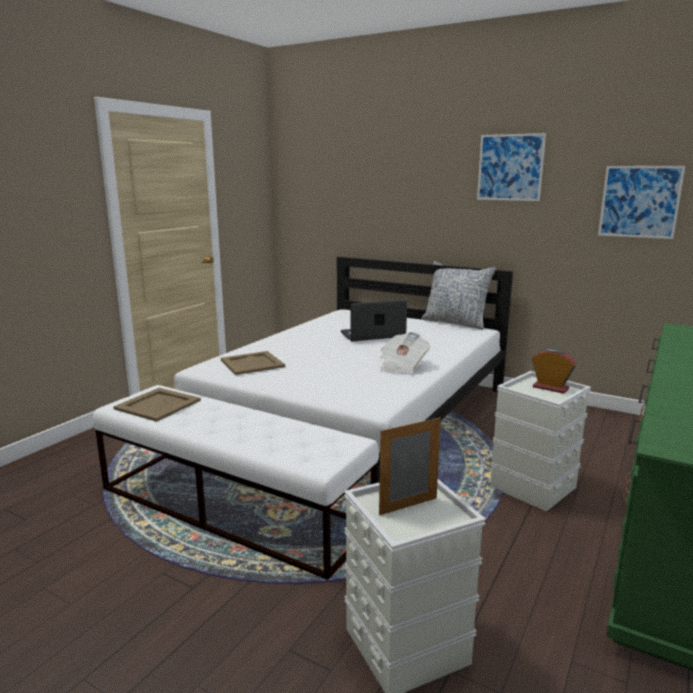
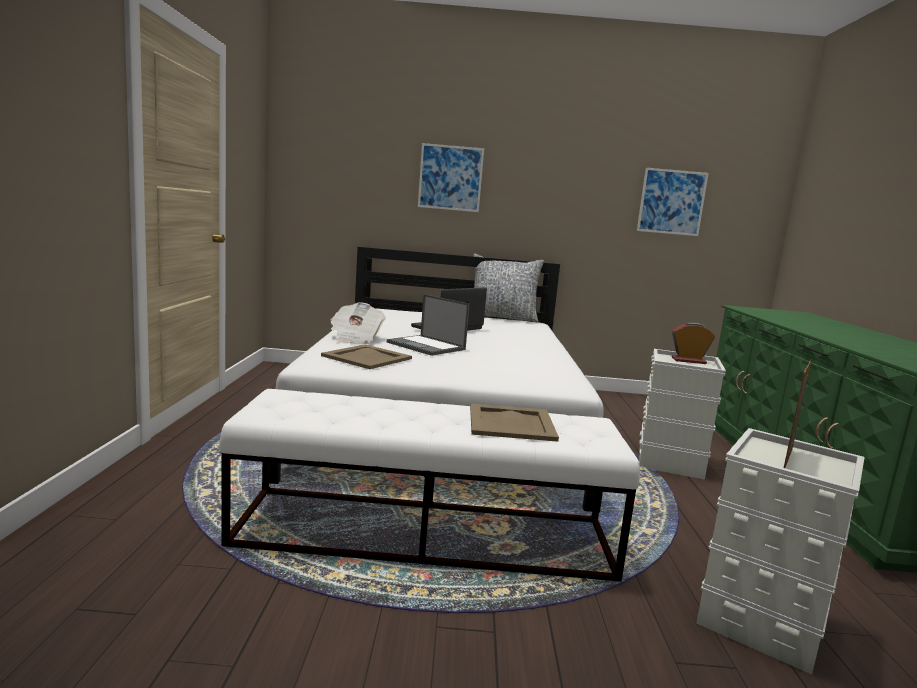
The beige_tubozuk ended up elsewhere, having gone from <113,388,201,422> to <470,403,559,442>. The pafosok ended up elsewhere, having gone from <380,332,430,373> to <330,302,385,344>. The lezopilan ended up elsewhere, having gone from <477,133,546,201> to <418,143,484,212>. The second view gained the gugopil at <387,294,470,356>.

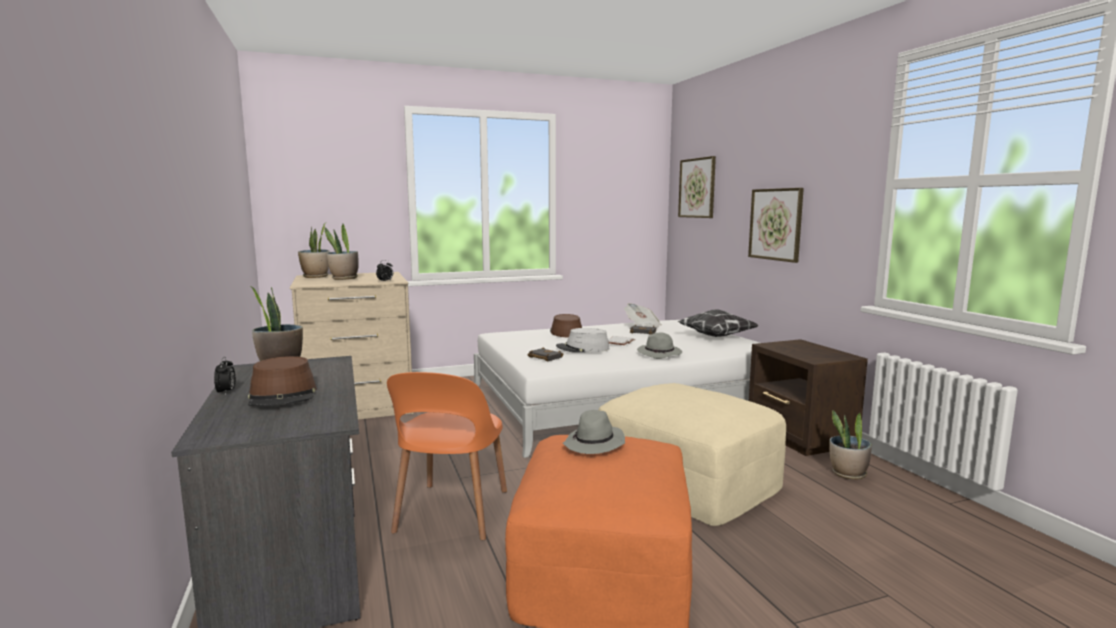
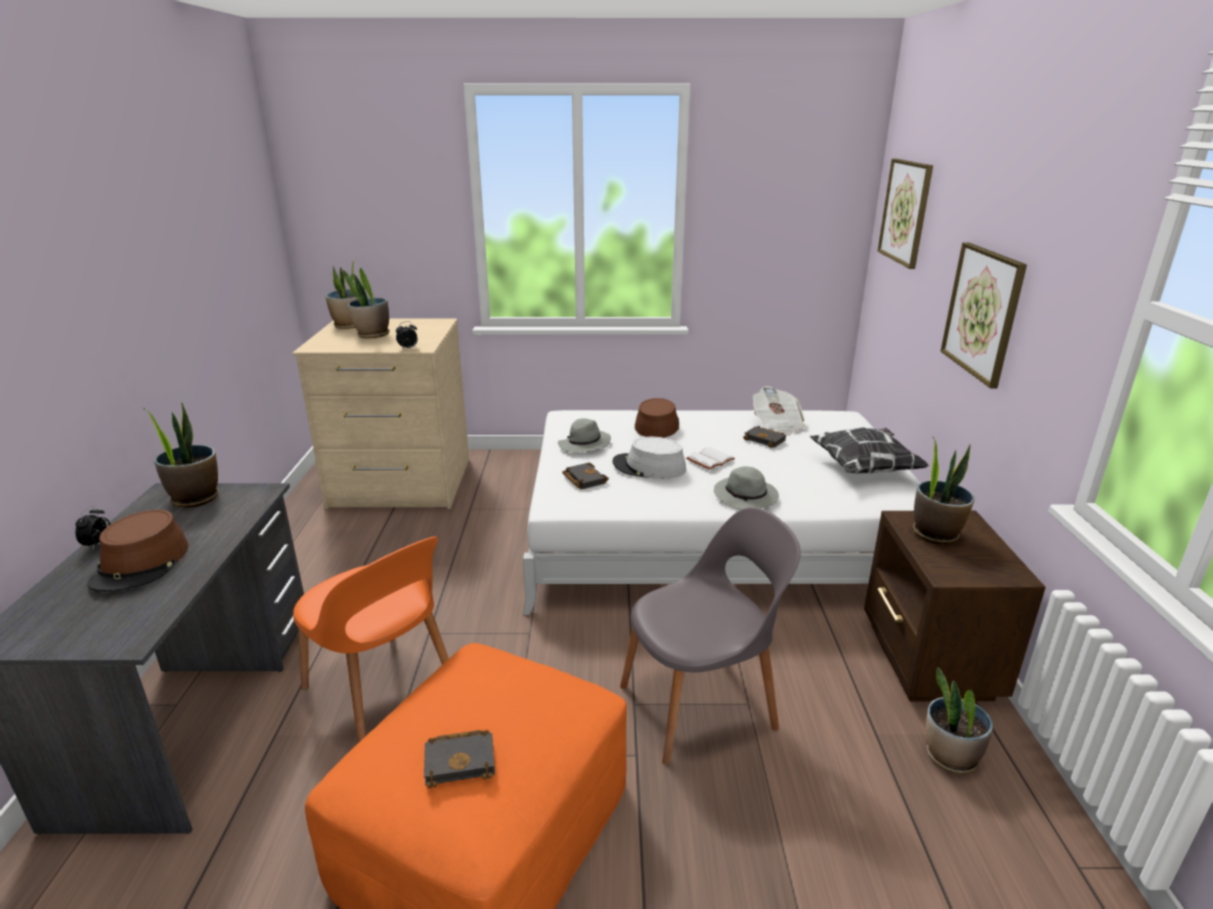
The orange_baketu at <387,372,507,540> ended up facing another way, 75 degrees counterclockwise from before. The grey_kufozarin ended up elsewhere, having gone from <563,410,626,454> to <558,418,611,453>. Where the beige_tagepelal stood at <598,383,786,526>, the grey_baketu came to stand at <620,507,801,764>. The second view gained the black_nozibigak at <424,730,495,788>. The second view gained the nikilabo at <913,437,975,544>.

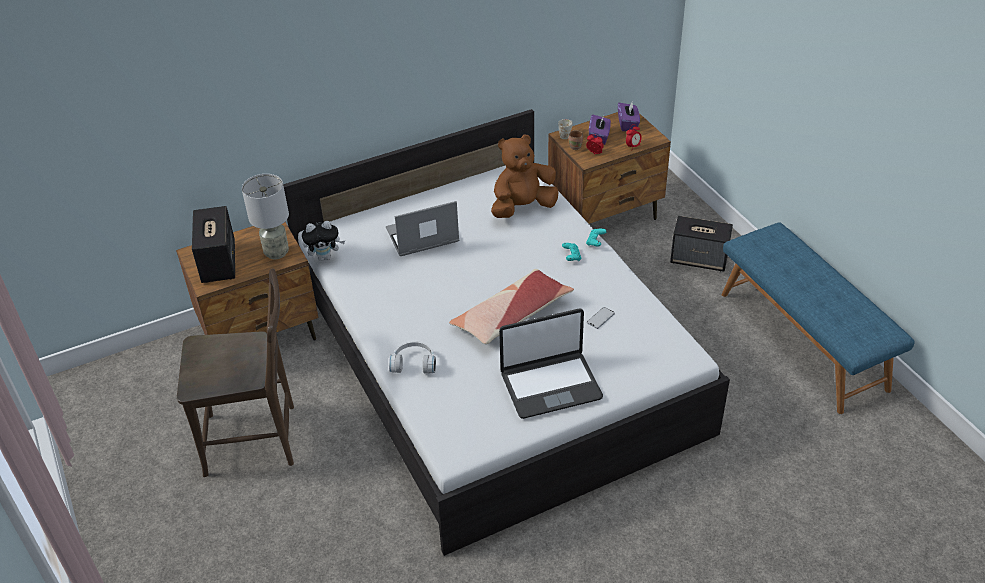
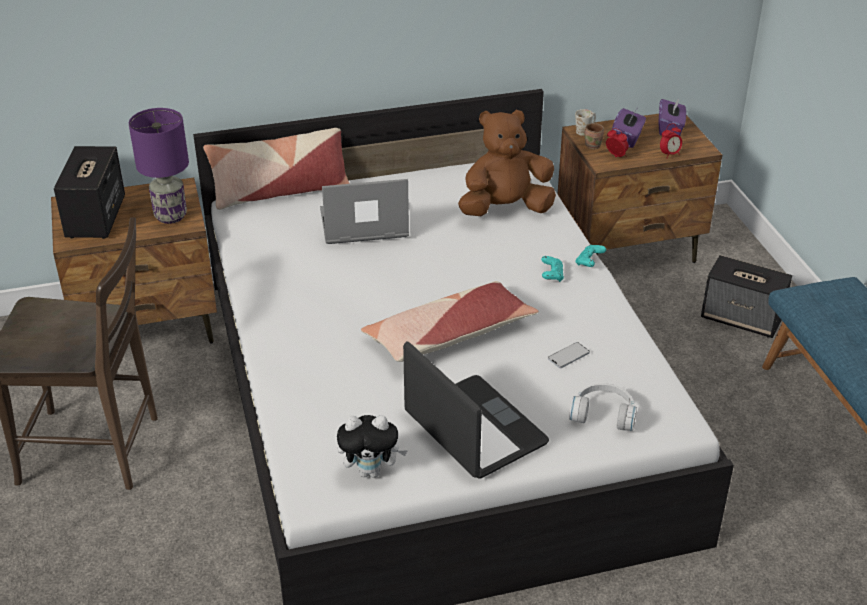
What was the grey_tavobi at <242,174,289,259> turned into the purple_tavobi at <129,108,189,224>. The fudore ended up elsewhere, having gone from <302,221,345,261> to <337,415,408,478>. The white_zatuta ended up elsewhere, having gone from <389,341,436,374> to <569,383,637,431>. The gugopil at <499,309,603,419> ended up facing another way, 120 degrees counterclockwise from before. The second view gained the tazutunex at <203,128,350,210>.

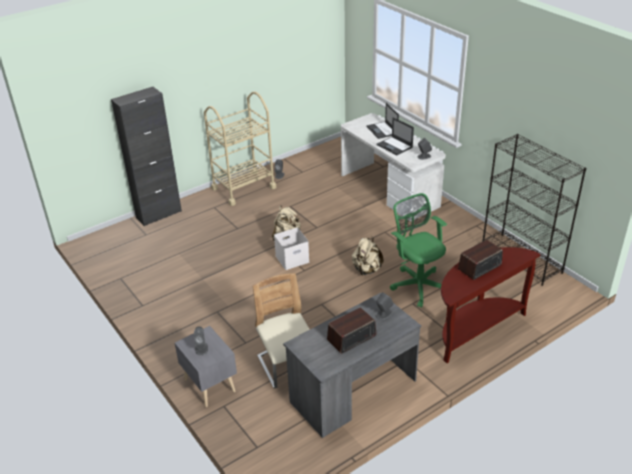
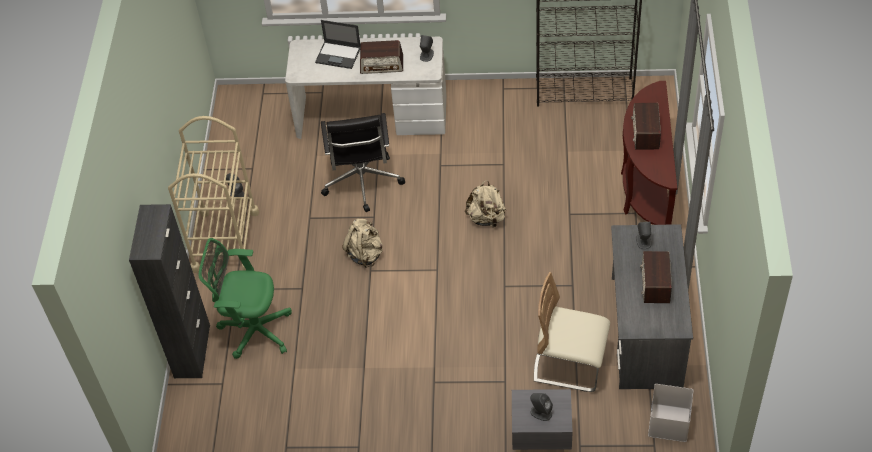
The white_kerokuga ended up elsewhere, having gone from <274,228,309,270> to <648,384,693,442>. Where the gugopil stood at <377,117,414,155>, the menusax came to stand at <360,40,403,74>. The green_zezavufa ended up elsewhere, having gone from <390,193,447,308> to <198,238,292,359>. The second view gained the black_zezavufa at <321,113,405,212>.

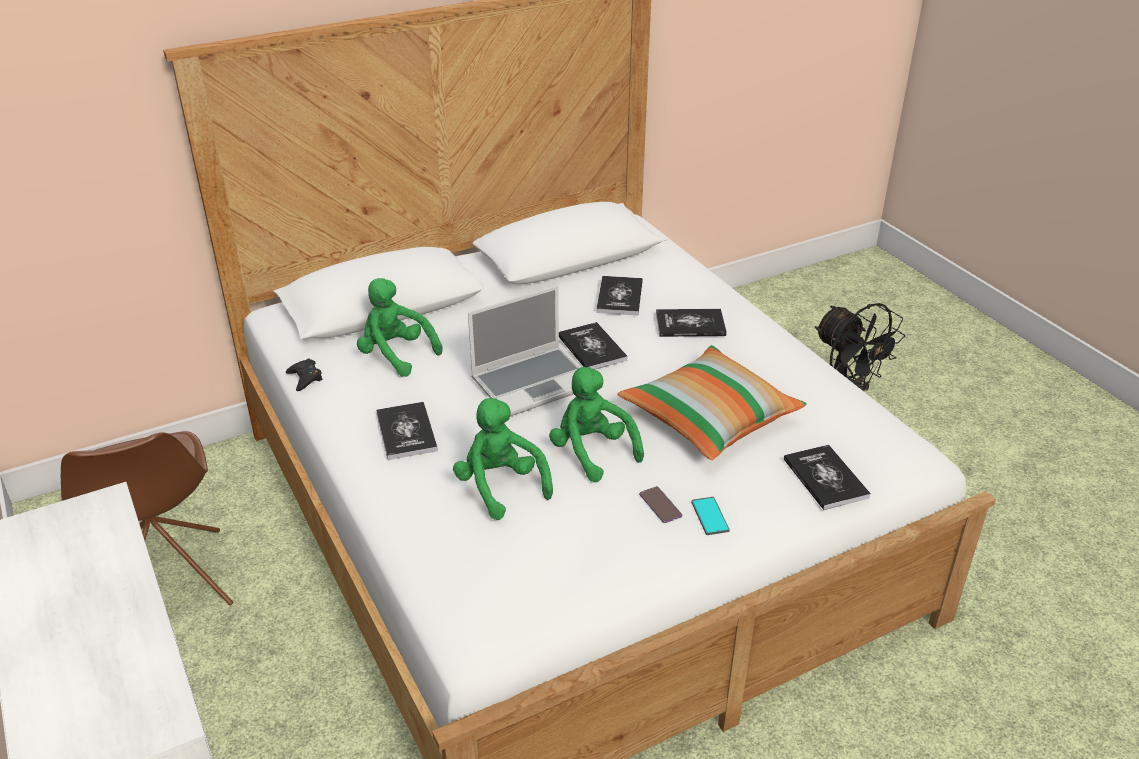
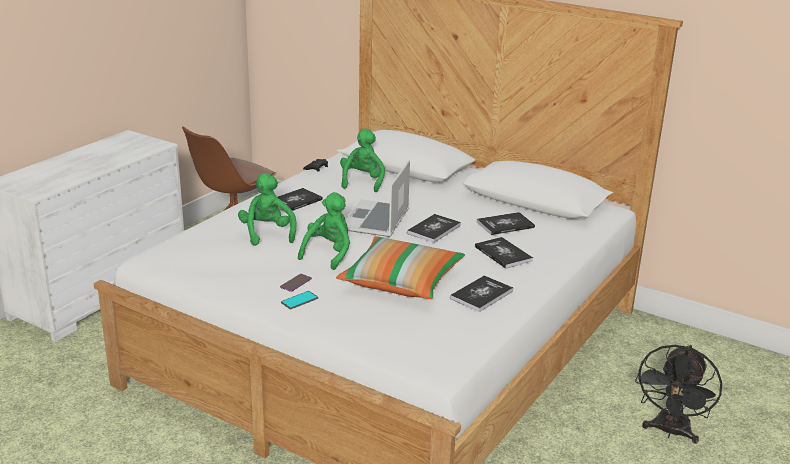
The green_fudore at <453,398,553,520> ended up facing another way, 45 degrees counterclockwise from before. The gugopil at <468,286,580,417> ended up facing another way, 75 degrees clockwise from before. The nozibigak ended up elsewhere, having gone from <784,445,871,510> to <450,275,513,312>.

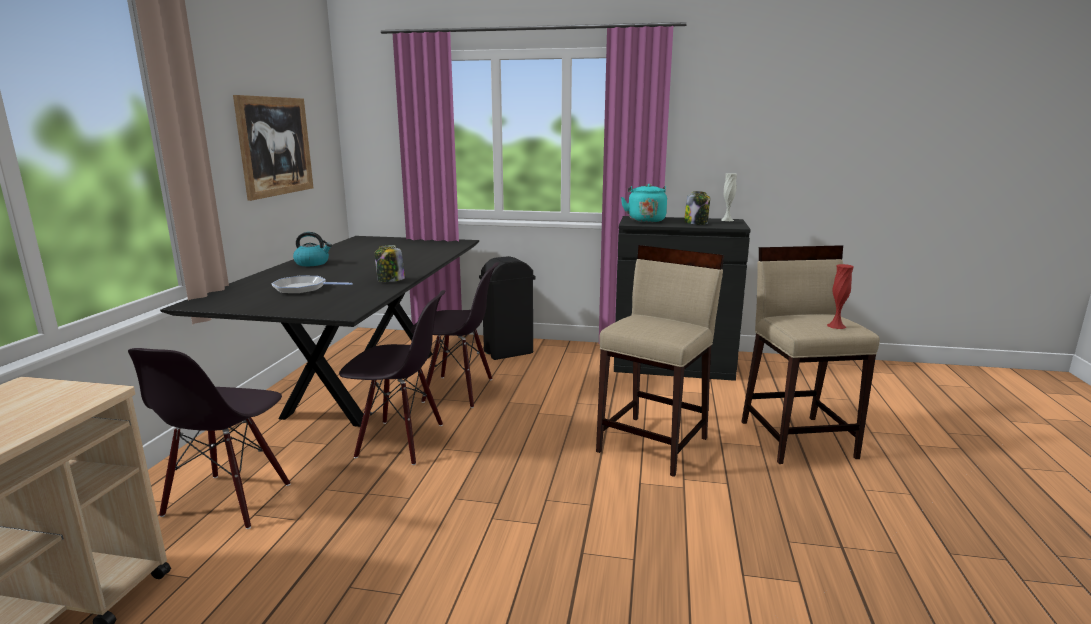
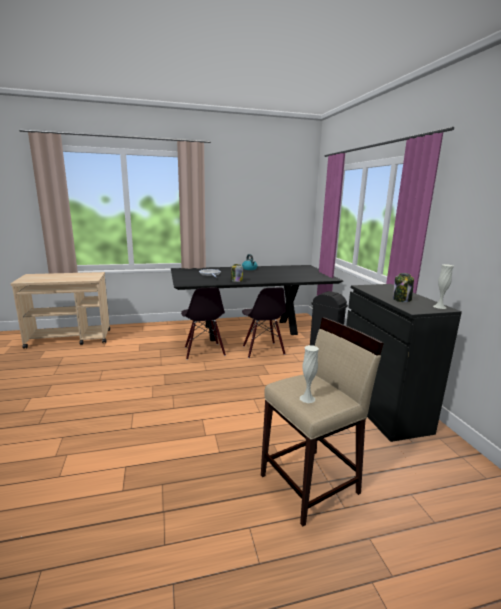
The second view lost the black_baketu at <128,348,290,529>. The second view lost the lezopilan at <233,95,313,201>. The second view lost the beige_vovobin at <596,245,725,477>. The second view lost the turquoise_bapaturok at <621,184,667,223>. What was the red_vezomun at <827,264,854,329> turned into the white_vezomun at <300,345,319,403>.

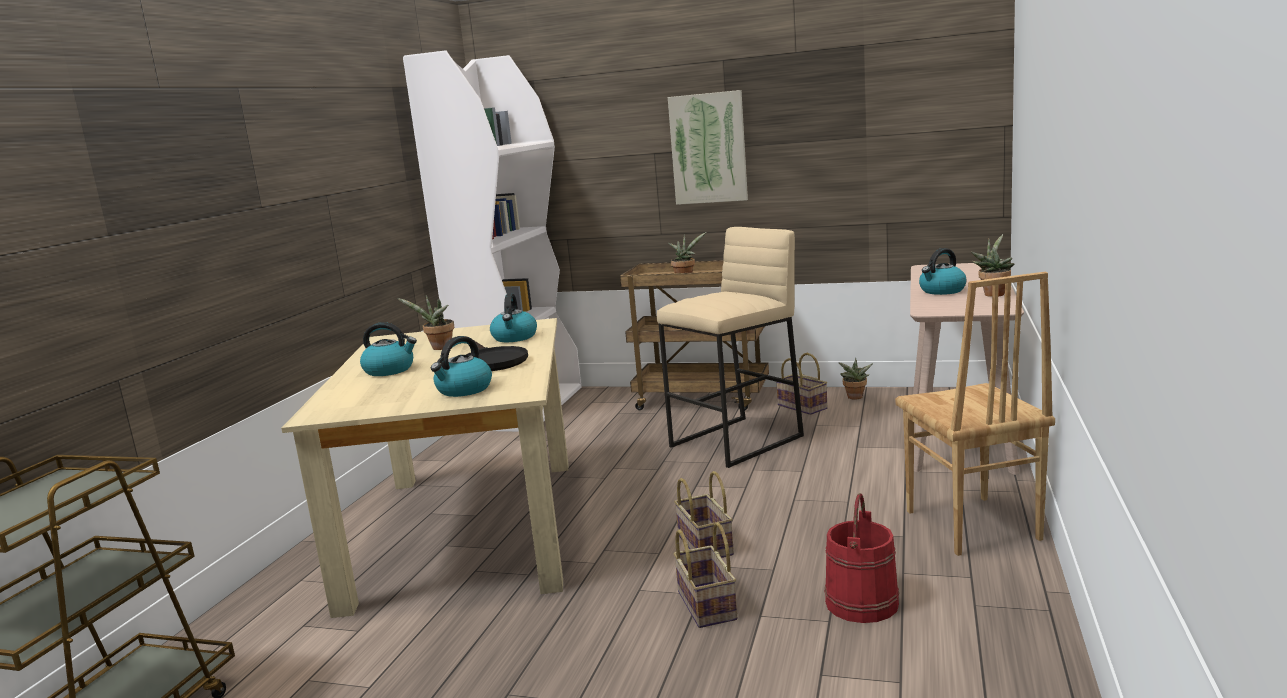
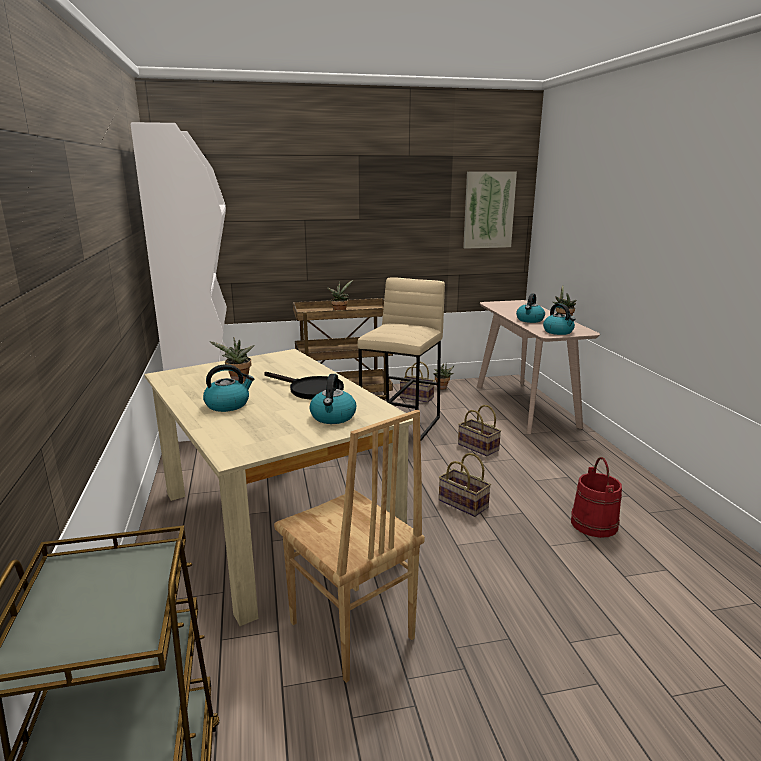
The bapaturok ended up elsewhere, having gone from <490,293,537,342> to <543,303,575,335>. The lezopilan ended up elsewhere, having gone from <668,90,748,205> to <463,172,517,249>. The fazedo ended up elsewhere, having gone from <673,522,738,628> to <458,405,501,456>. The brown_baketu ended up elsewhere, having gone from <895,272,1055,556> to <274,410,425,683>.

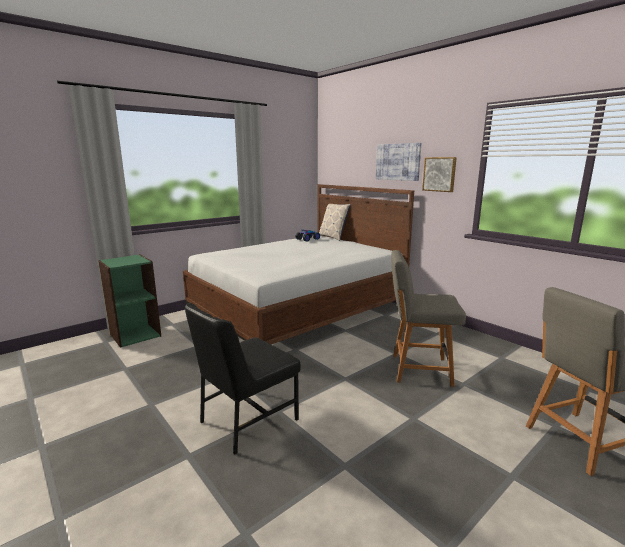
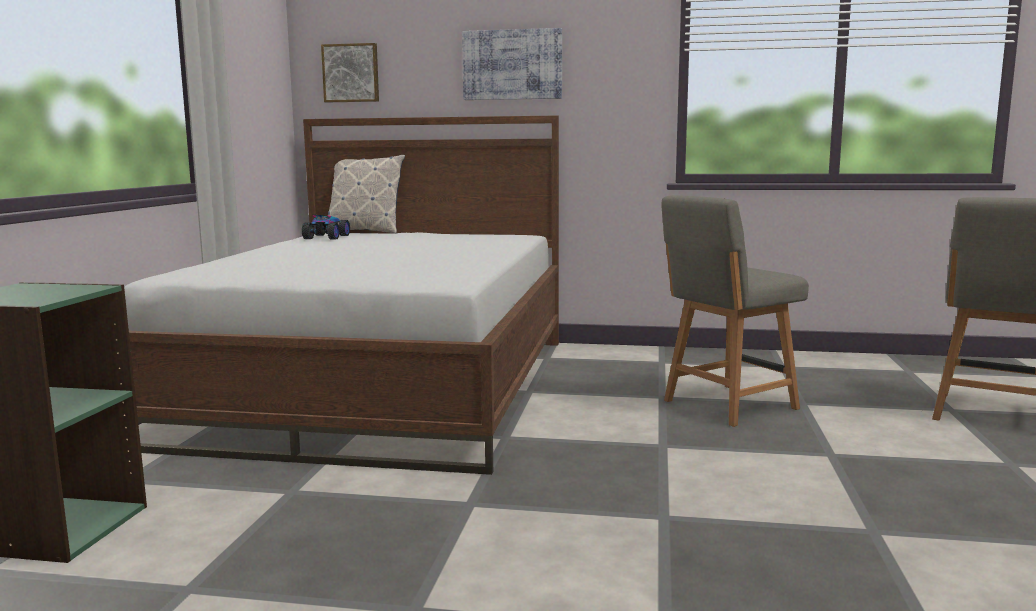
The second view lost the black_baketu at <185,303,301,455>. The lezopilan ended up elsewhere, having gone from <422,157,457,192> to <321,43,379,102>.

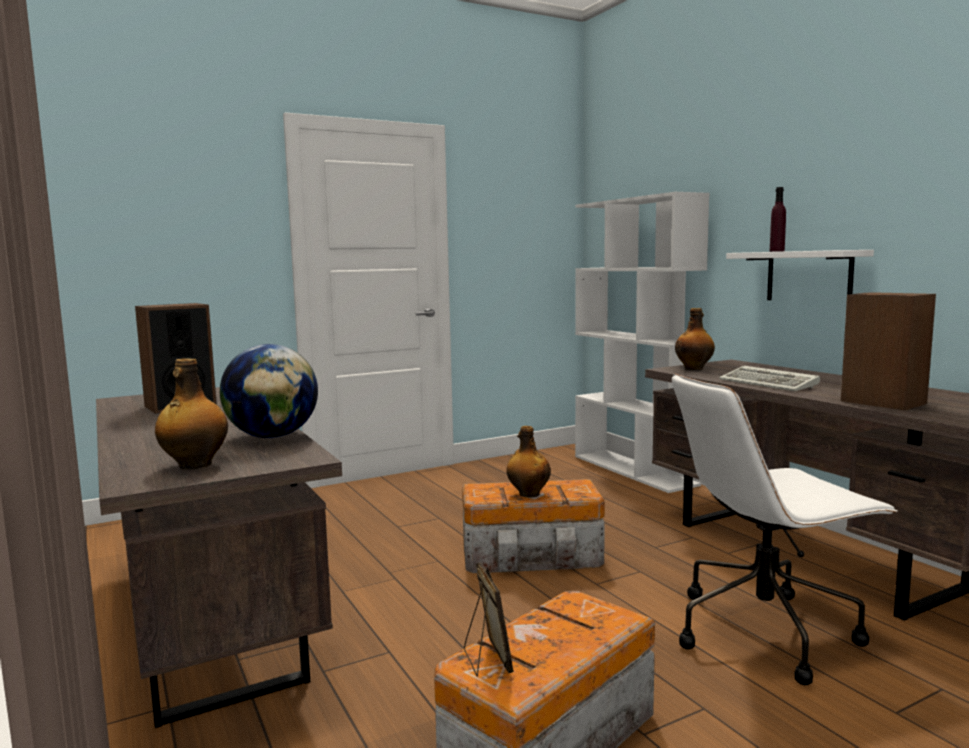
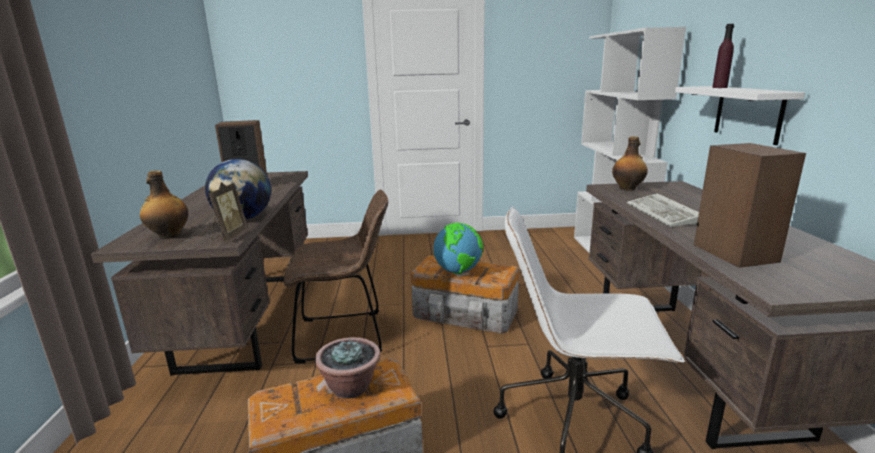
The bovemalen ended up elsewhere, having gone from <464,562,514,676> to <208,182,248,241>. Where the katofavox stood at <506,426,551,498>, the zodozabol came to stand at <433,223,483,274>. The second view gained the brown_baketu at <284,190,388,363>. The second view gained the nikilabo at <315,337,381,398>.

